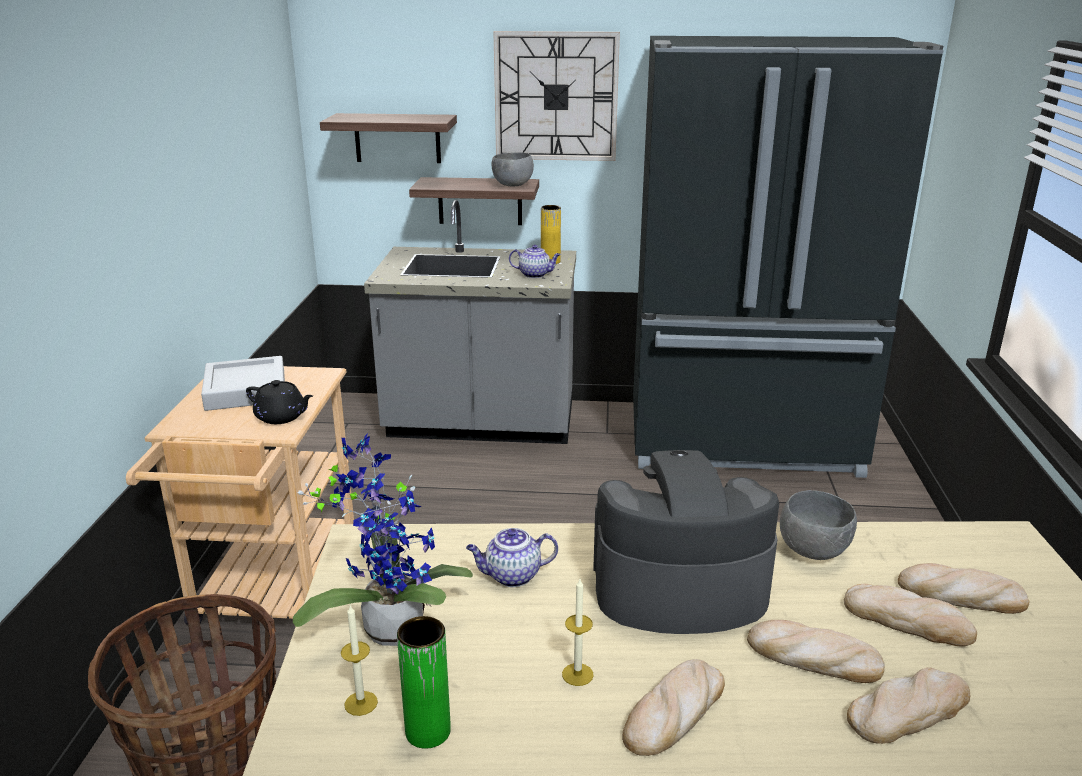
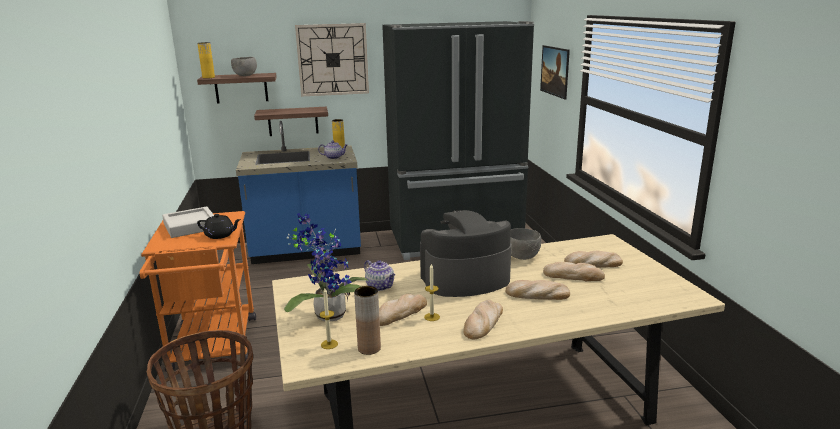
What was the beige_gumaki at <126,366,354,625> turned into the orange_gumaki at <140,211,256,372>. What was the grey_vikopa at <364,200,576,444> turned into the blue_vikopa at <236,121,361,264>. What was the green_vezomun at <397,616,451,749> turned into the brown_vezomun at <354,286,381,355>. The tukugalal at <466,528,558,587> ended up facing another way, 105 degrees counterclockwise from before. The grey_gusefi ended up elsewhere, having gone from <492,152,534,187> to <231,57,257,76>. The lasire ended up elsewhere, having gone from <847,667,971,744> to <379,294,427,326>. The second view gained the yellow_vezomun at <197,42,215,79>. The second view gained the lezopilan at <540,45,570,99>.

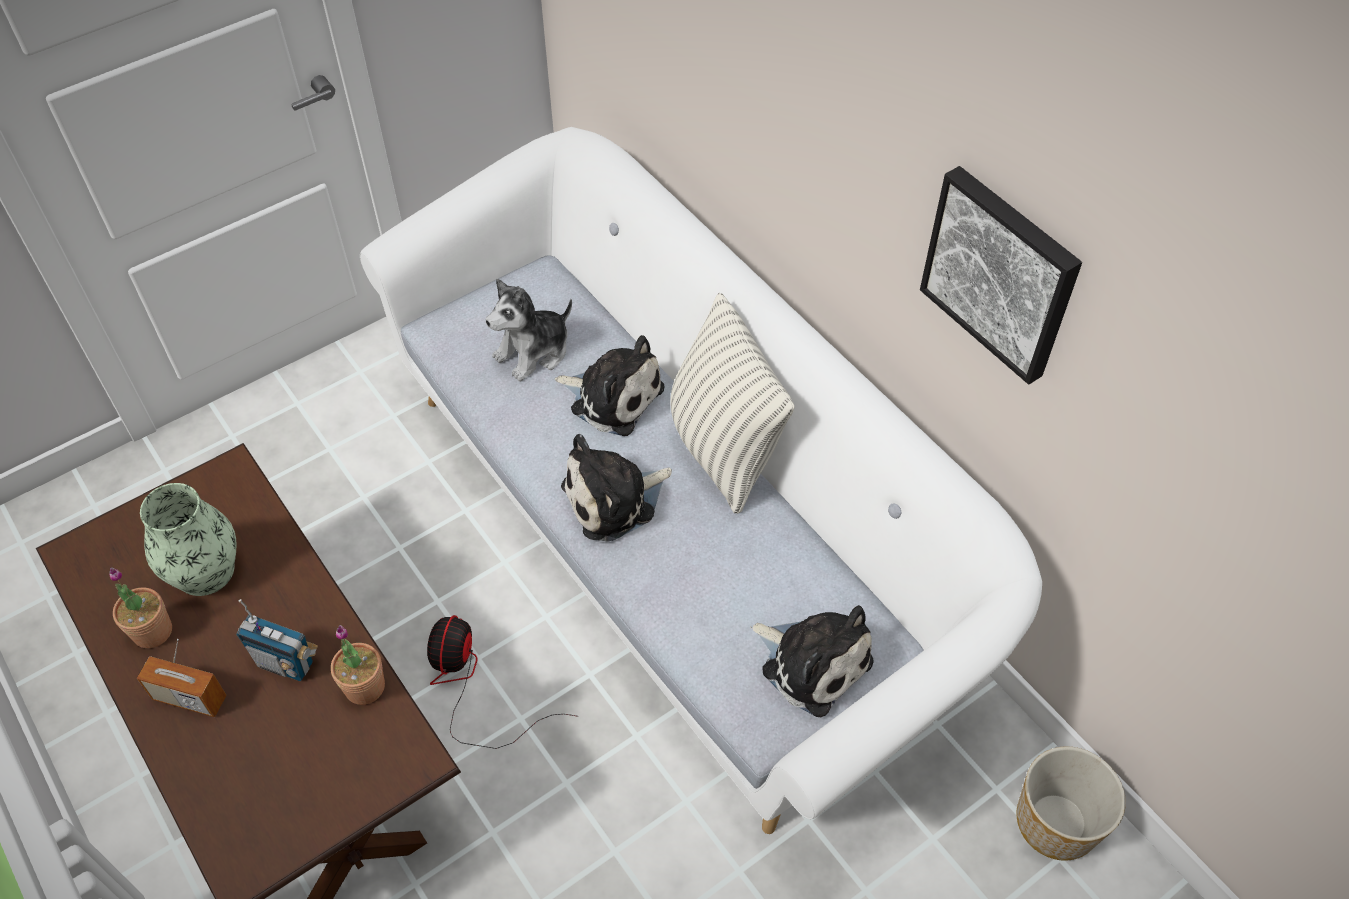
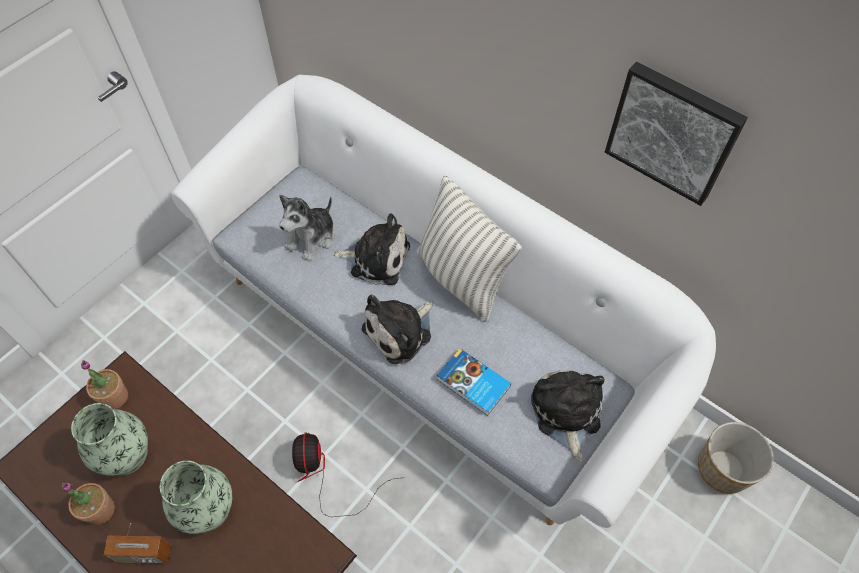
Where the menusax stood at <236,599,318,681>, the vezomun came to stand at <160,461,232,534>. The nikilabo ended up elsewhere, having gone from <331,625,385,705> to <81,360,128,409>. The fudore at <750,605,874,717> ended up facing another way, 120 degrees counterclockwise from before. The second view gained the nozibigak at <437,348,511,416>.

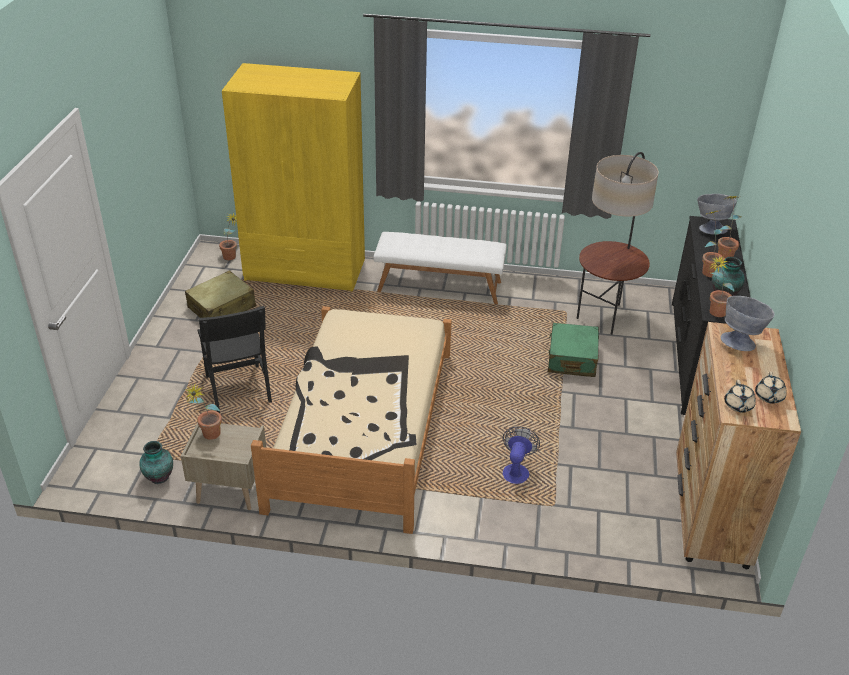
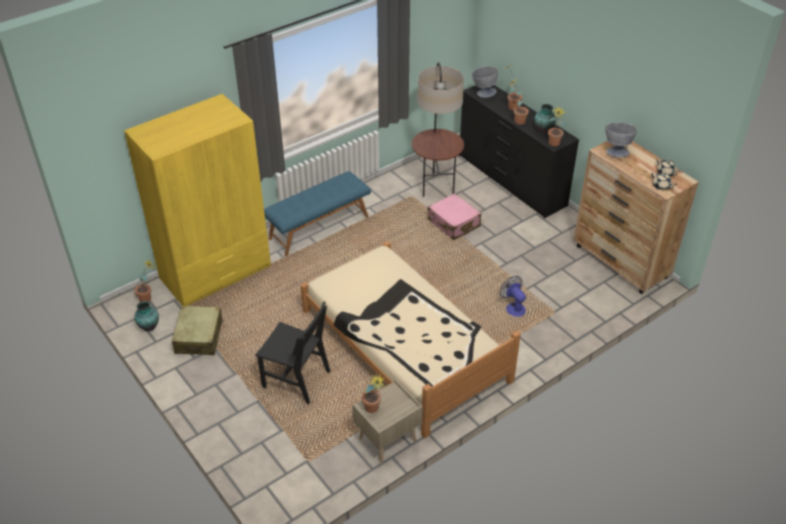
The vezomun ended up elsewhere, having gone from <139,441,173,484> to <134,301,159,332>. What was the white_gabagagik at <373,232,507,304> turned into the blue_gabagagik at <264,171,371,256>. What was the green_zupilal at <548,323,599,377> turned into the pink_zupilal at <428,193,481,240>.

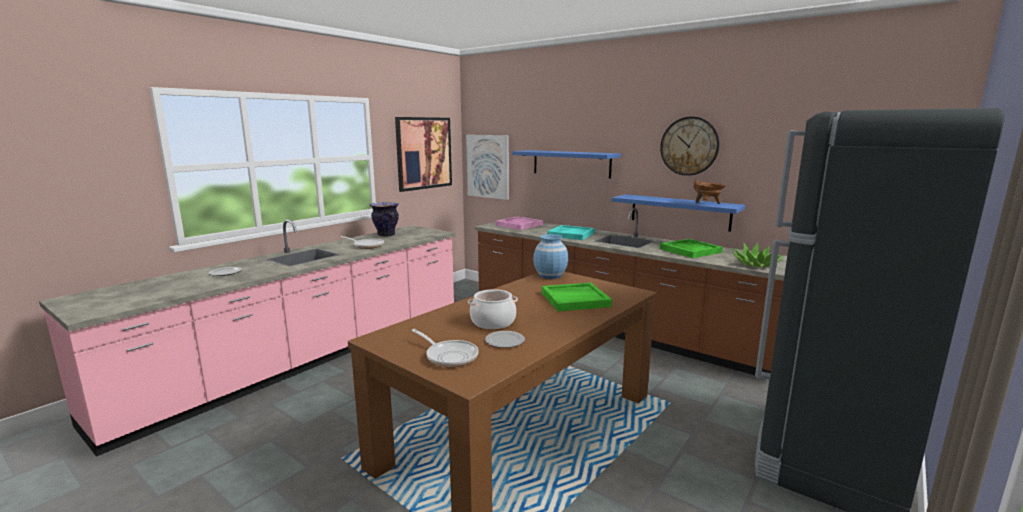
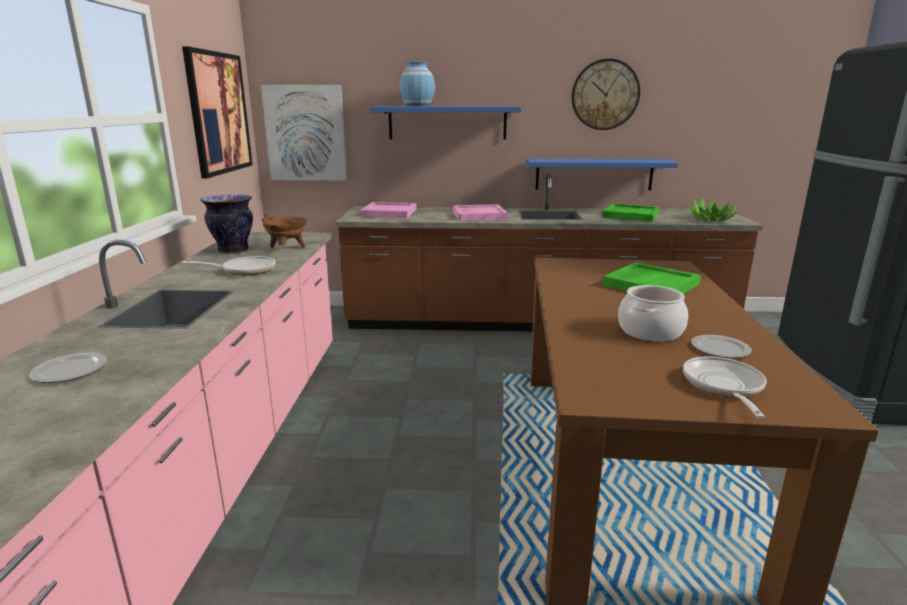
The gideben at <411,329,479,367> ended up facing another way, 90 degrees counterclockwise from before. The blue_vezomun ended up elsewhere, having gone from <533,234,568,279> to <400,62,435,106>. What was the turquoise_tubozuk at <547,225,595,240> turned into the pink_tubozuk at <452,204,508,221>. The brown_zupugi ended up elsewhere, having gone from <693,179,726,204> to <261,213,308,248>.

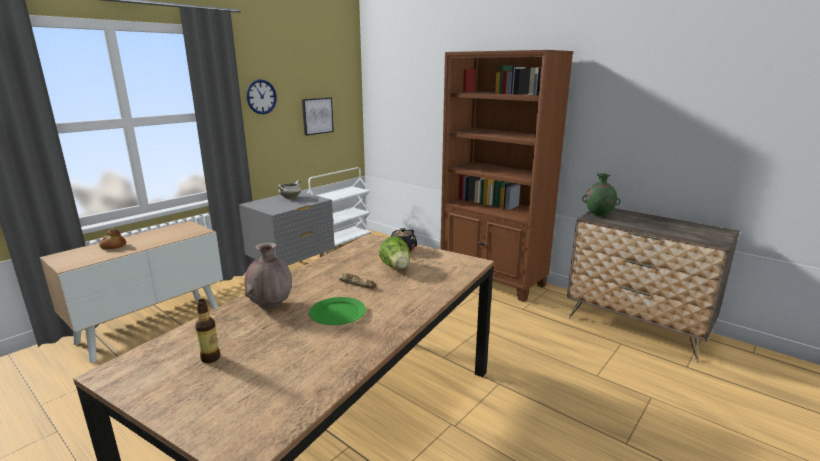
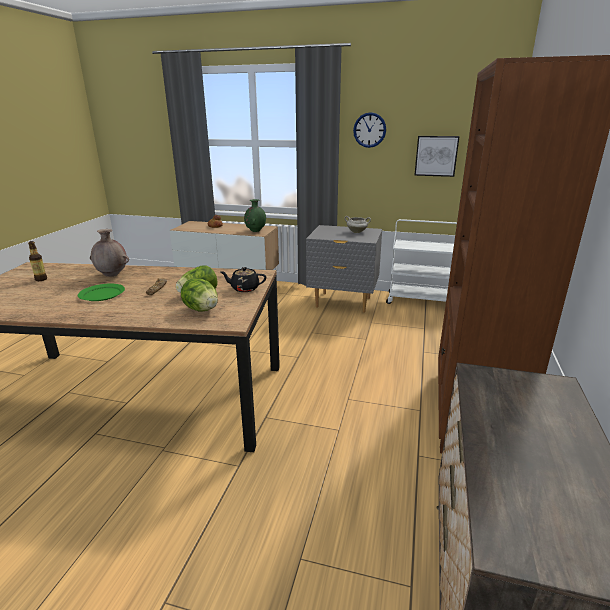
The green_vezomun ended up elsewhere, having gone from <582,173,621,216> to <244,199,266,232>. The second view gained the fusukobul at <181,278,218,312>.

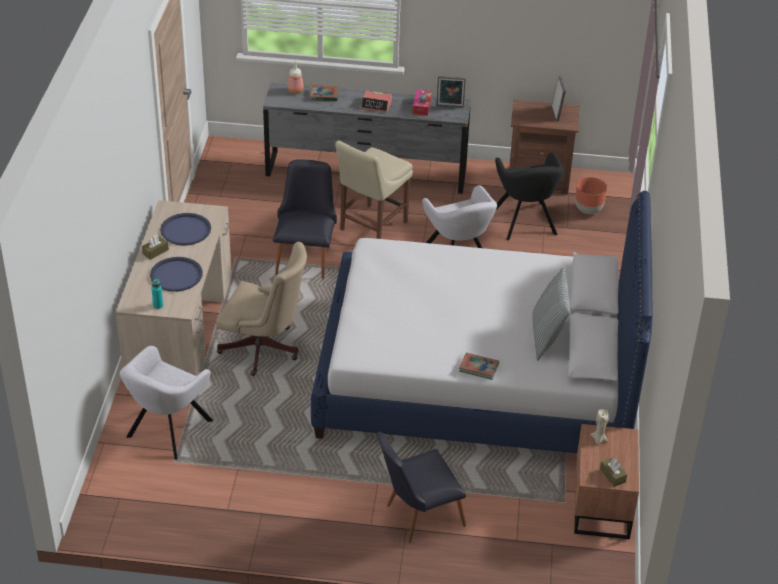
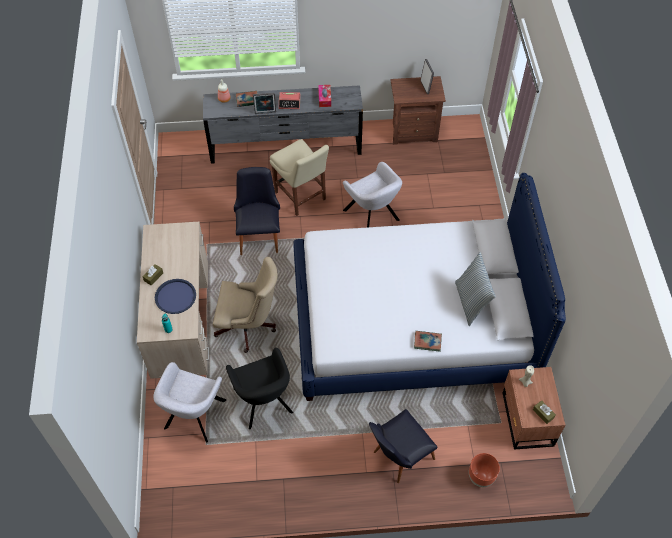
The second view lost the blue_tubozuk at <160,213,211,245>. The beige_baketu at <335,140,413,239> ended up facing another way, 60 degrees counterclockwise from before. The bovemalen ended up elsewhere, having gone from <437,76,466,108> to <253,92,276,114>. The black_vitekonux ended up elsewhere, having gone from <495,152,565,240> to <226,348,293,429>. The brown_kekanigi ended up elsewhere, having gone from <575,177,607,214> to <469,453,500,487>.

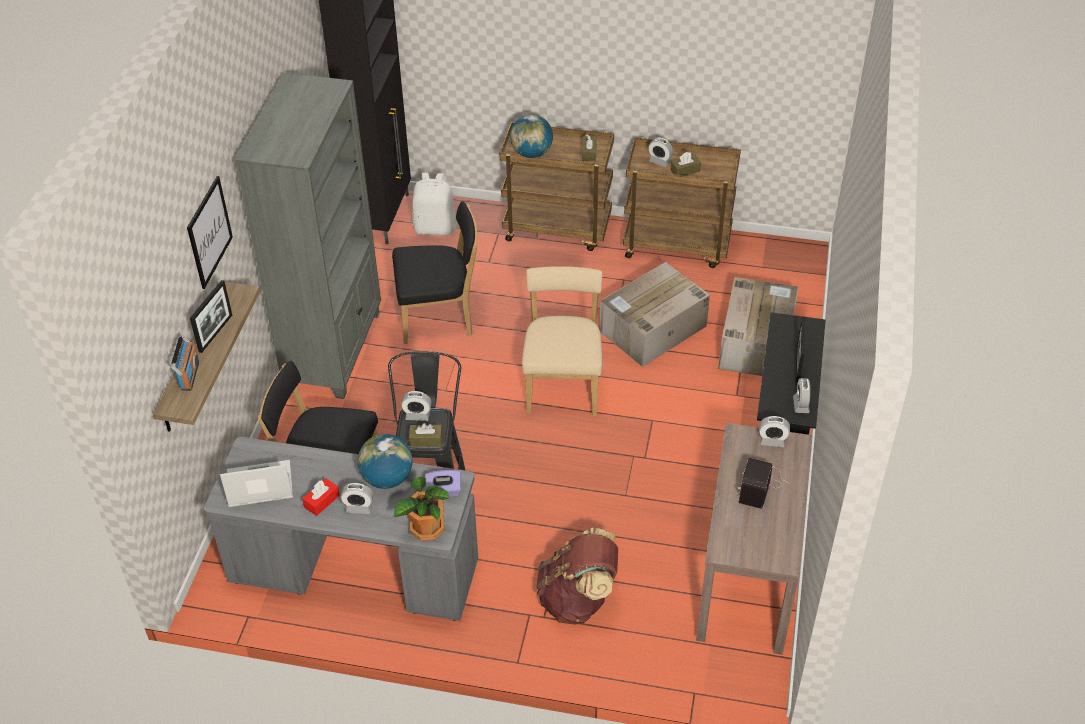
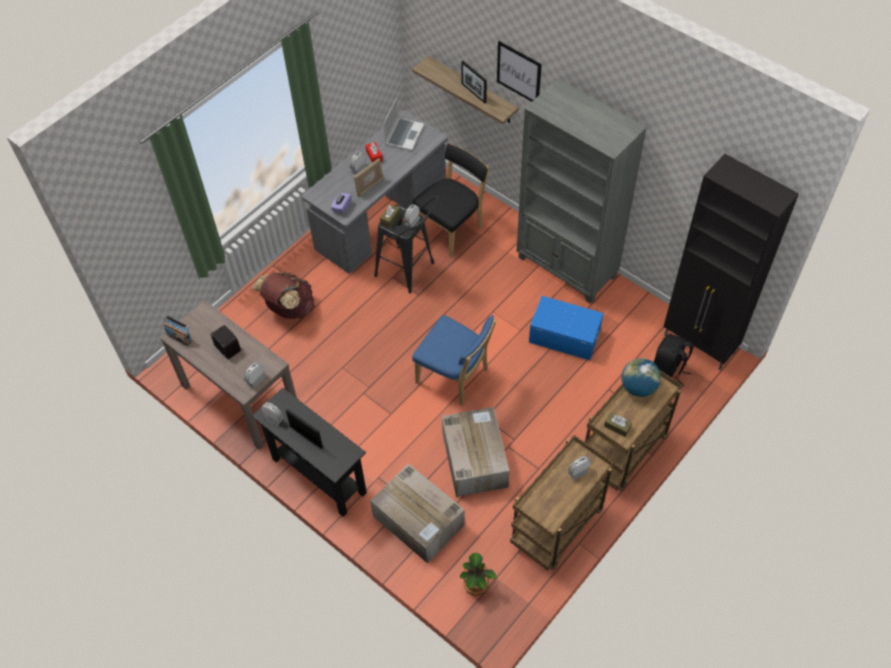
The menusax ended up elsewhere, having gone from <171,335,199,391> to <163,315,192,346>. Where the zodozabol stood at <358,434,412,489>, the bovemalen came to stand at <354,158,383,197>. Where the black_baketu stood at <392,201,477,344>, the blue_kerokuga came to stand at <529,296,603,360>. The nikilabo ended up elsewhere, having gone from <394,477,449,541> to <460,553,497,596>. What was the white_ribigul at <412,173,457,235> turned into the black_ribigul at <654,334,694,387>. What was the beige_baketu at <522,266,602,416> turned into the blue_baketu at <412,315,496,406>. The second view lost the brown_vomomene at <671,152,701,176>.

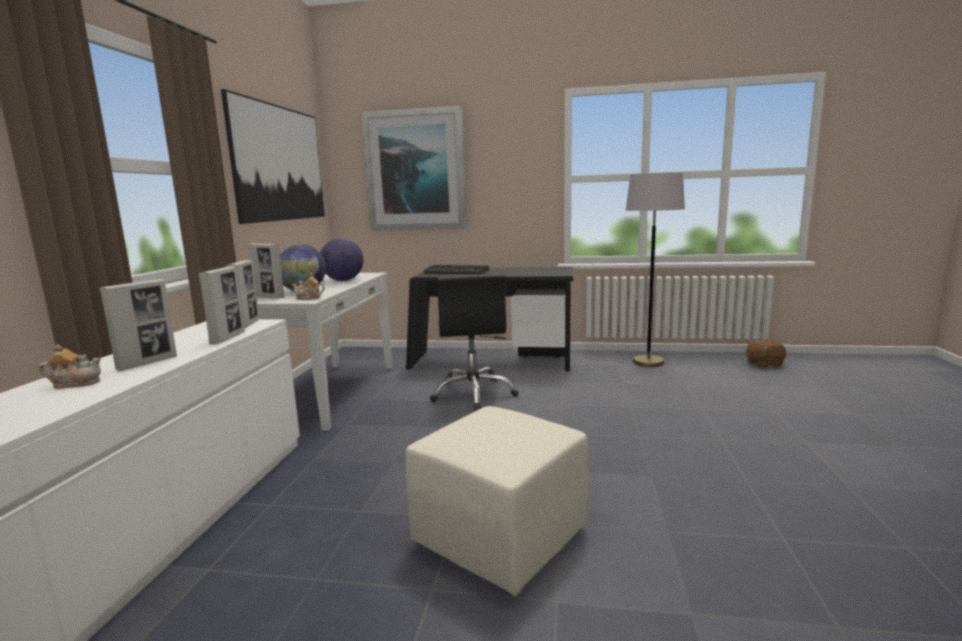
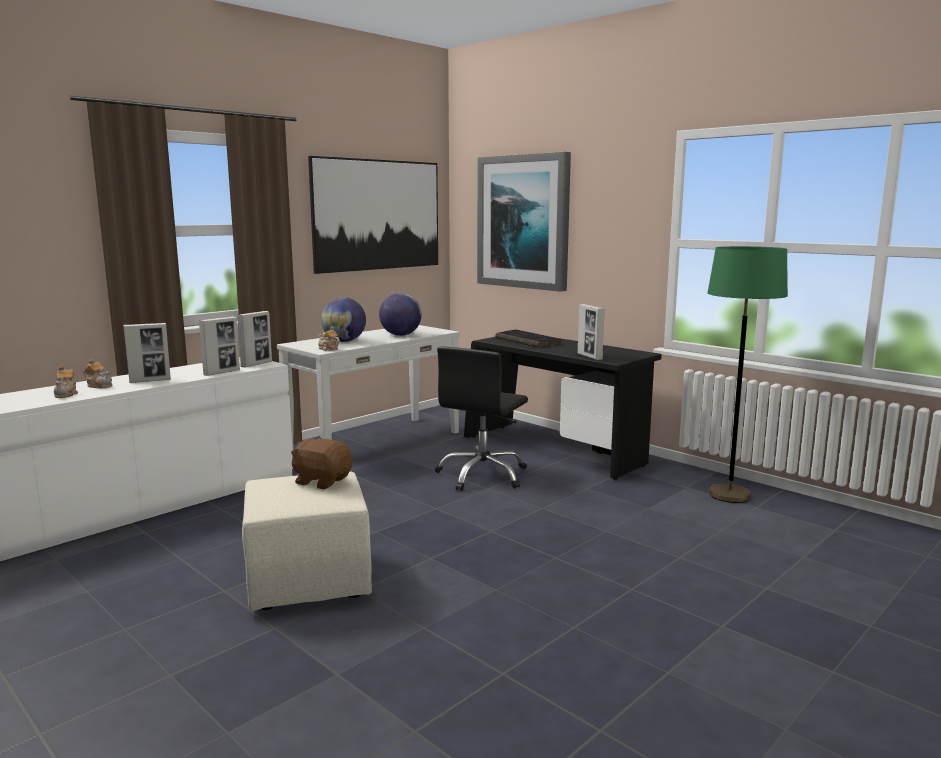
The bovemalen ended up elsewhere, having gone from <248,243,285,299> to <578,304,605,360>. What was the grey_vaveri at <626,173,685,367> turned into the green_vaveri at <707,246,788,503>. The brown_fudore ended up elsewhere, having gone from <746,339,786,368> to <291,438,353,489>. The second view gained the tukugalal at <54,365,78,398>.

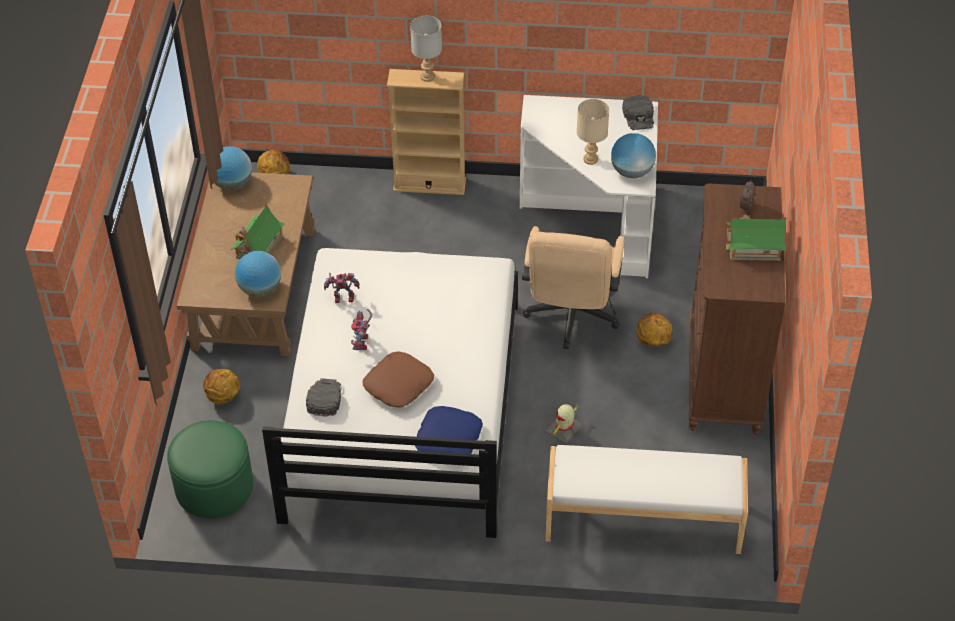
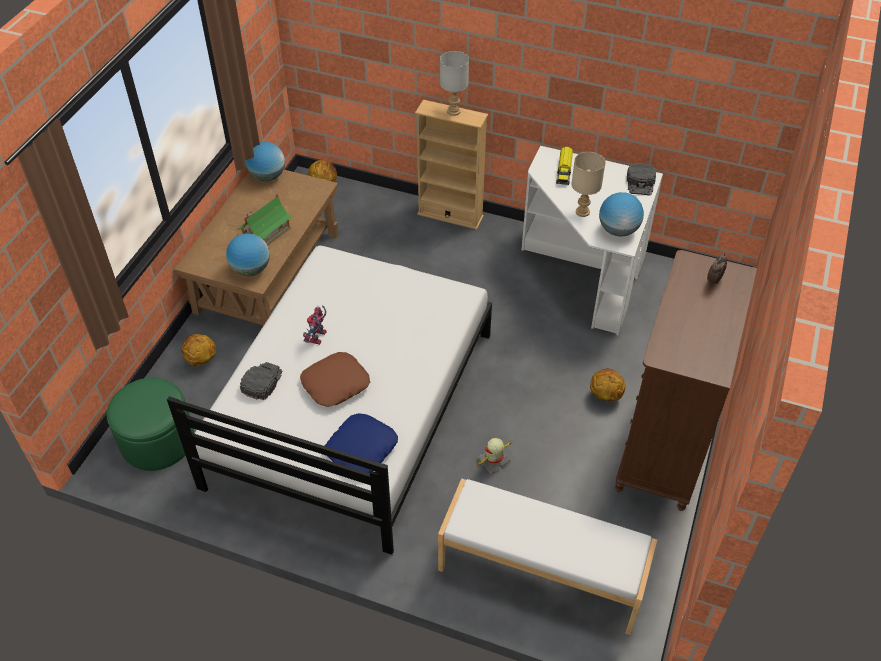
The second view lost the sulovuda at <324,273,359,303>. The second view lost the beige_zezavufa at <522,226,624,349>. The second view lost the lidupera at <726,215,787,261>. The second view gained the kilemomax at <556,146,573,185>.

